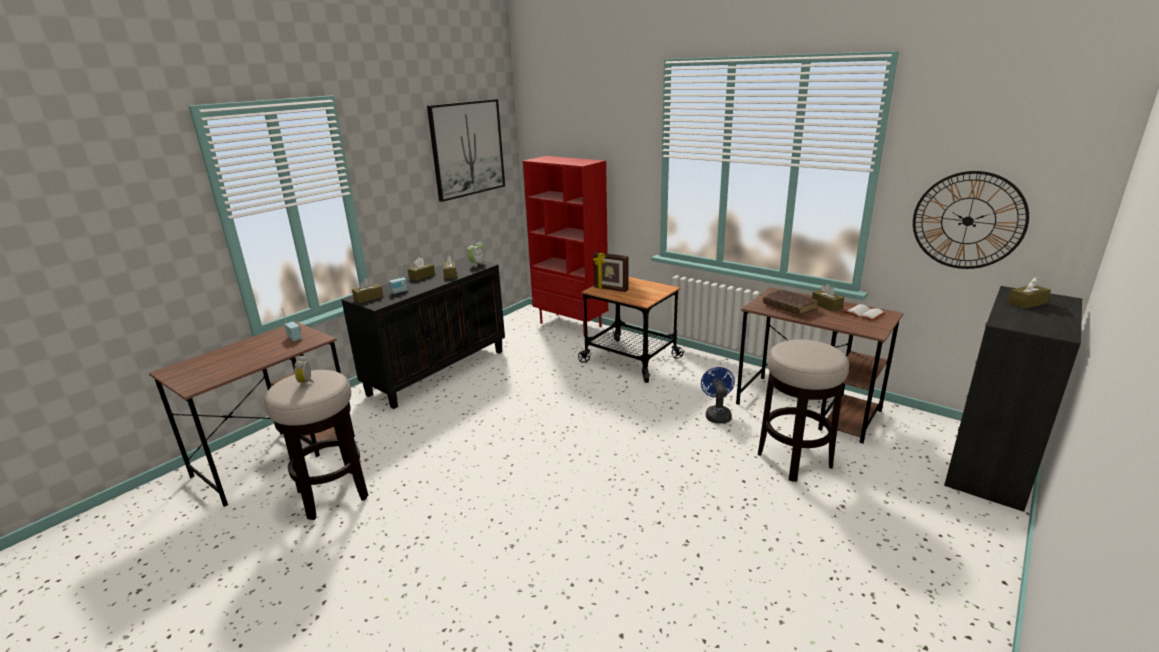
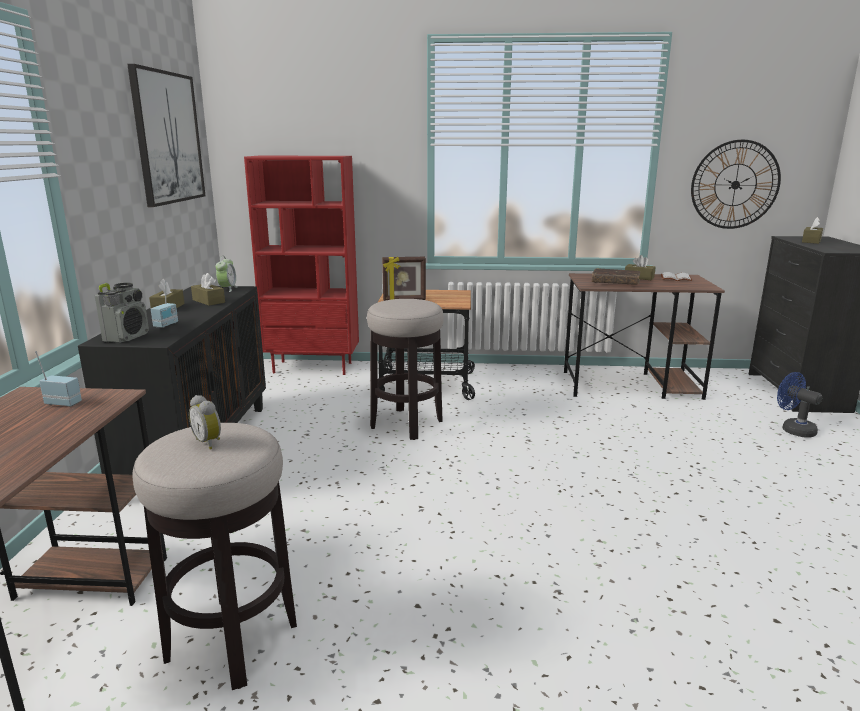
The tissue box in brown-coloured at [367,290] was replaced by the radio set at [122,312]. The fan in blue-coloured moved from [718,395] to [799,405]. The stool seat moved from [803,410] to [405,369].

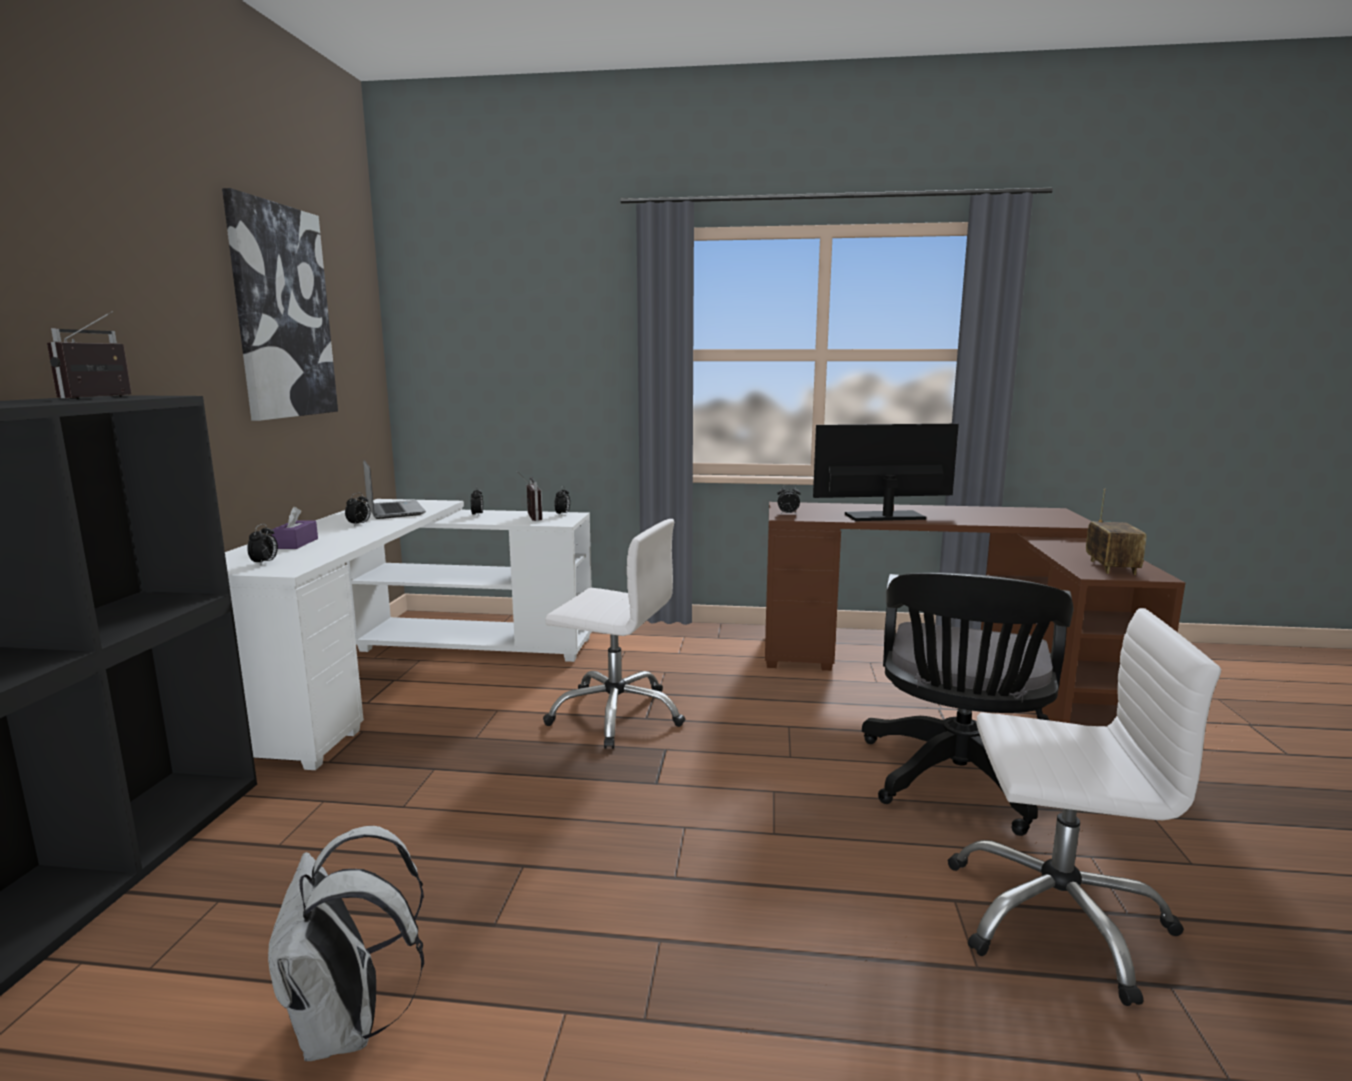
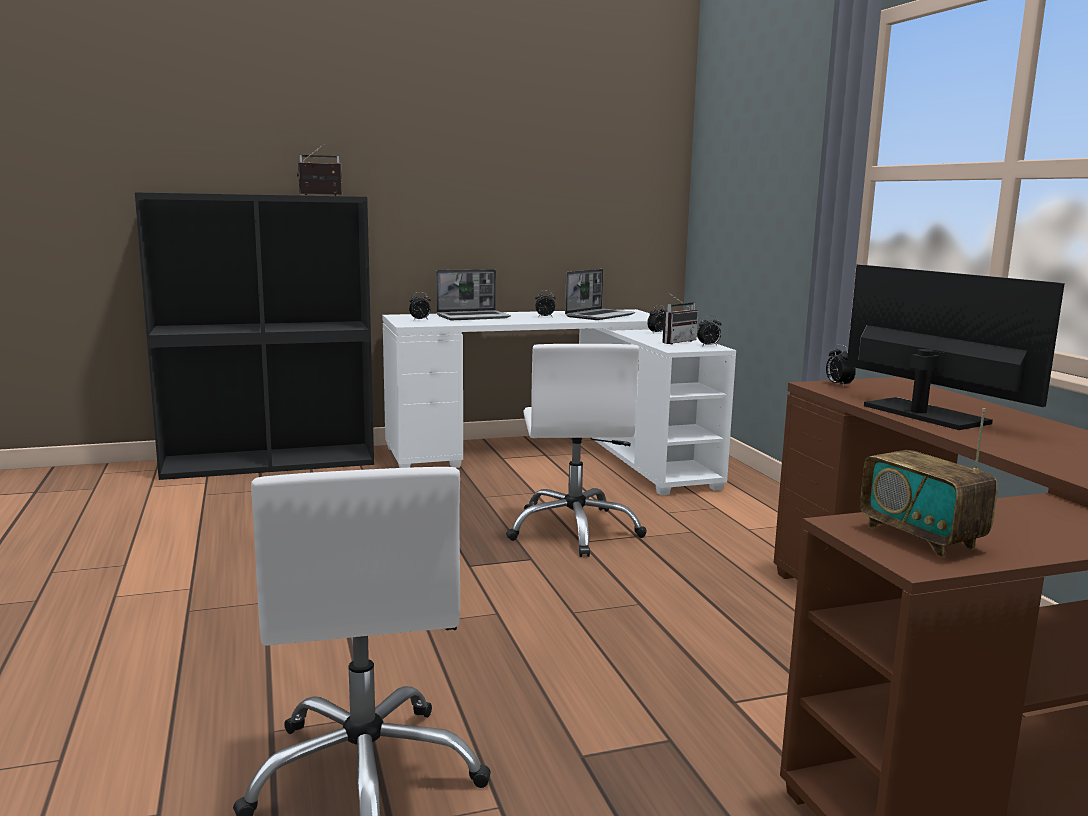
The wall picture at [280,304] disappeared. The knapsack in white at [346,943] disappeared. The tissue box in purple at [295,528] was replaced by the portable computer at [473,294]. The computer chair in black at [968,704] disappeared. The radio set at [1116,531] turned 75 degrees clockwise.

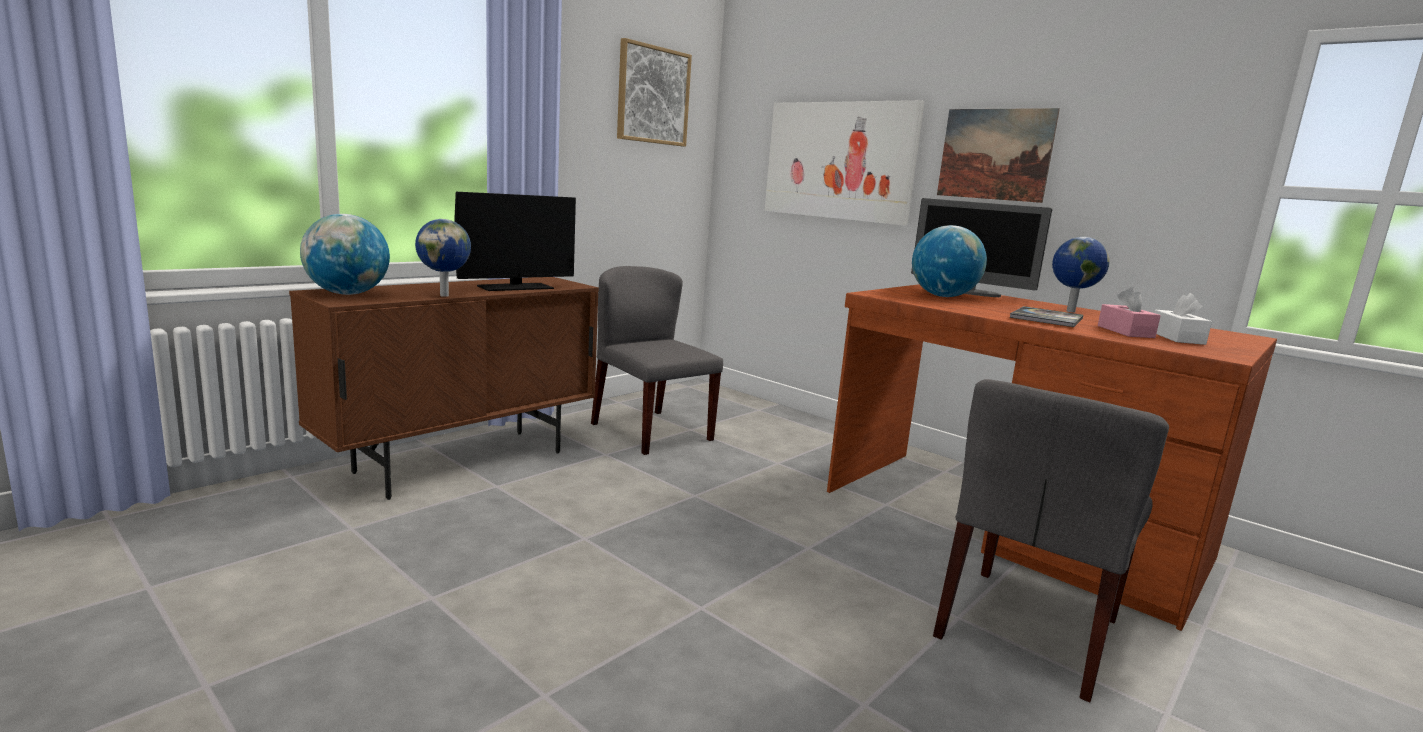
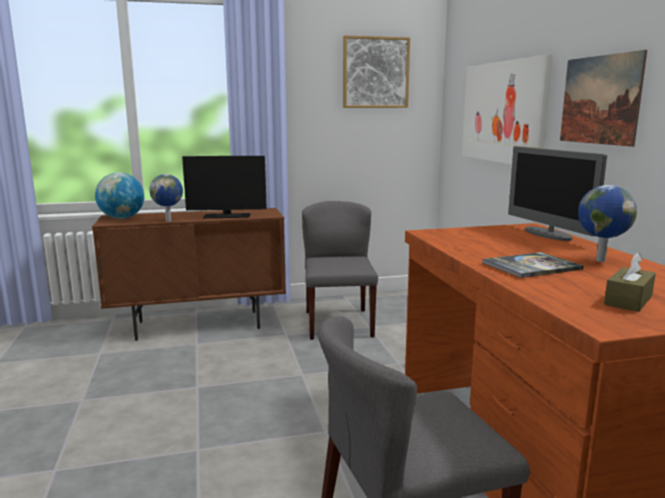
The world globe at [949,261] disappeared. The tissue box in pink at [1129,312] disappeared. The tissue box in white at [1183,319] became the tissue box in brown-coloured at [630,282].

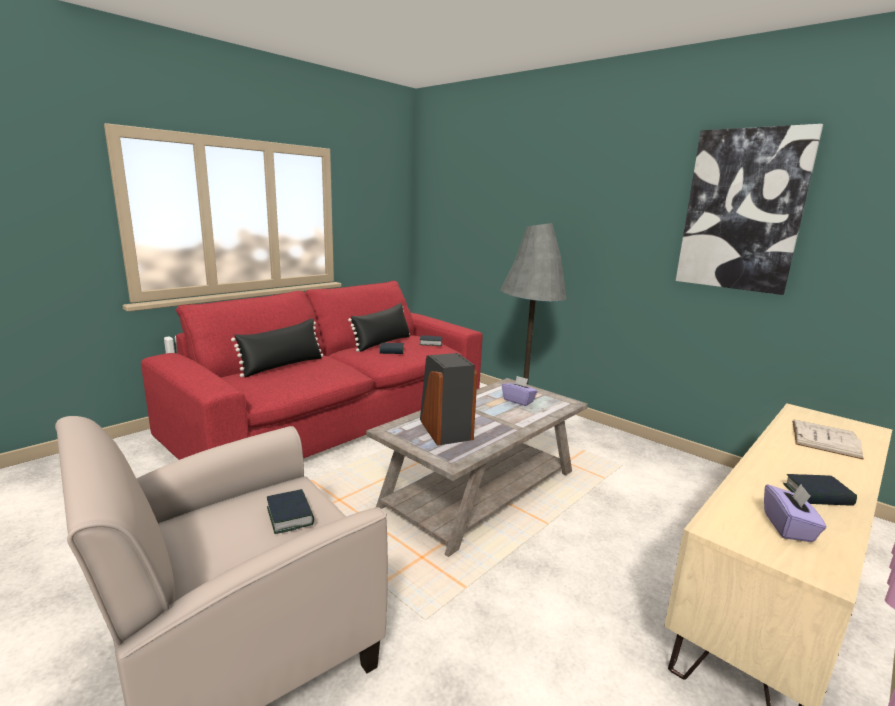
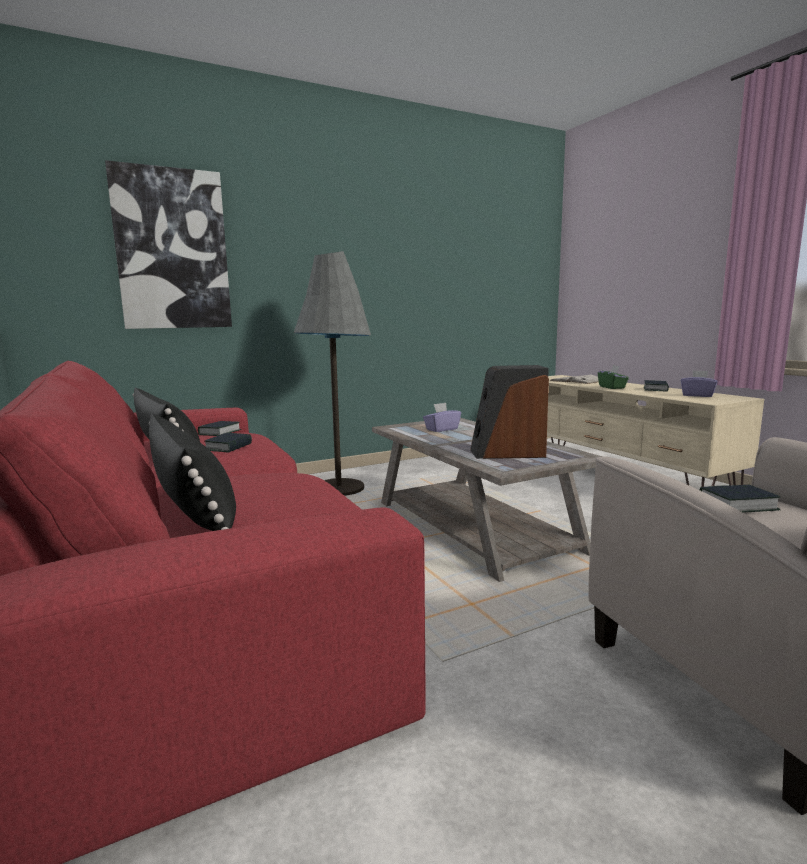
The wall picture moved from [749,209] to [168,244]. The tissue box in green-coloured at [613,377] appeared.

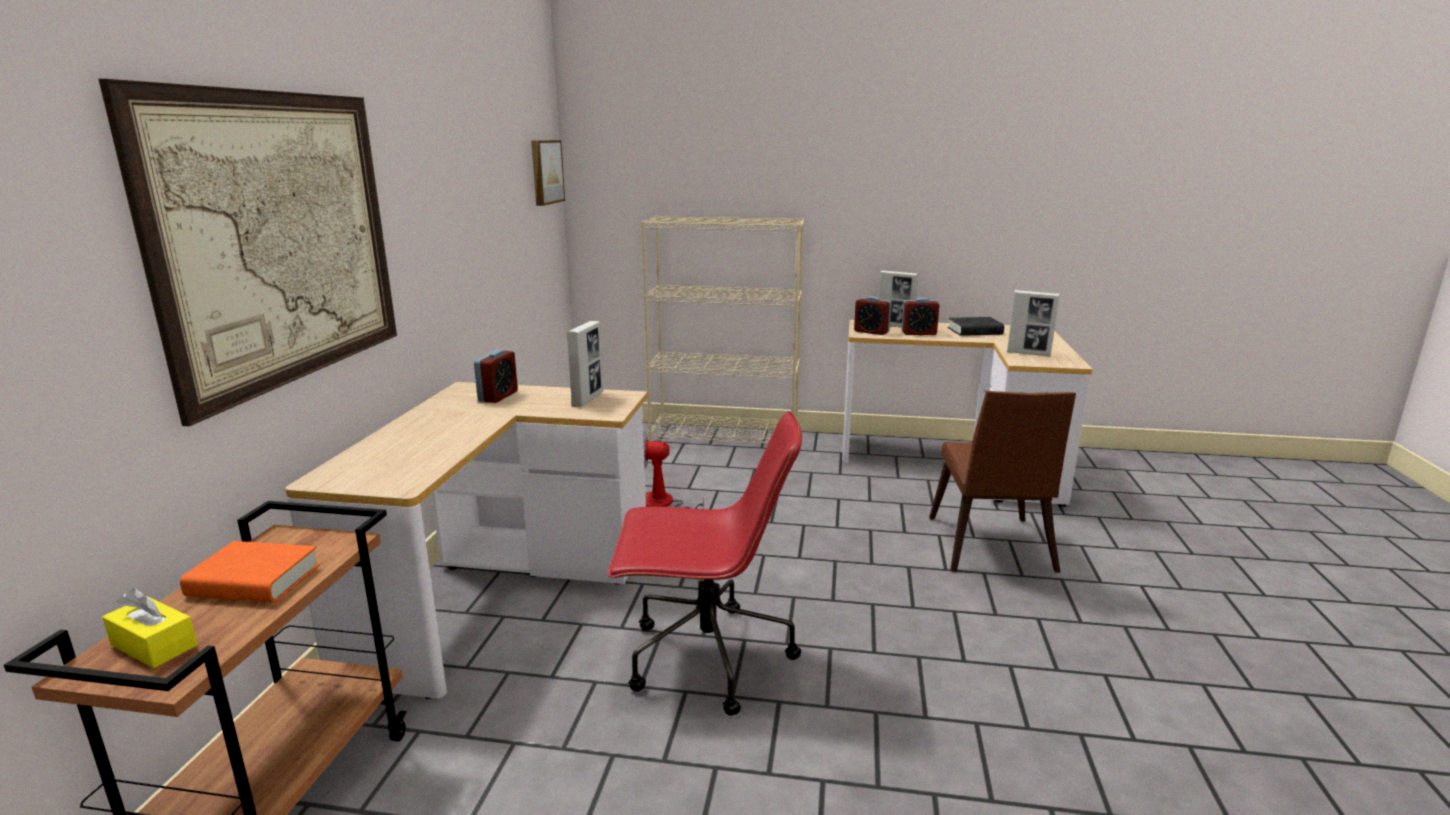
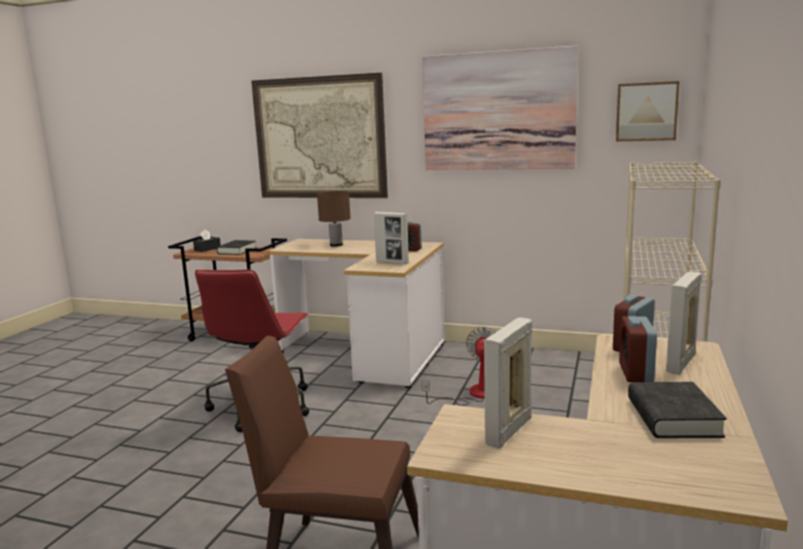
The tissue box in yellowish at [150,628] became the tissue box in black at [207,240]. The book in orange-coloured at [250,572] became the book in black at [236,247]. The lamp for a table in brown-coloured at [334,219] appeared. The wall picture at [500,107] appeared.

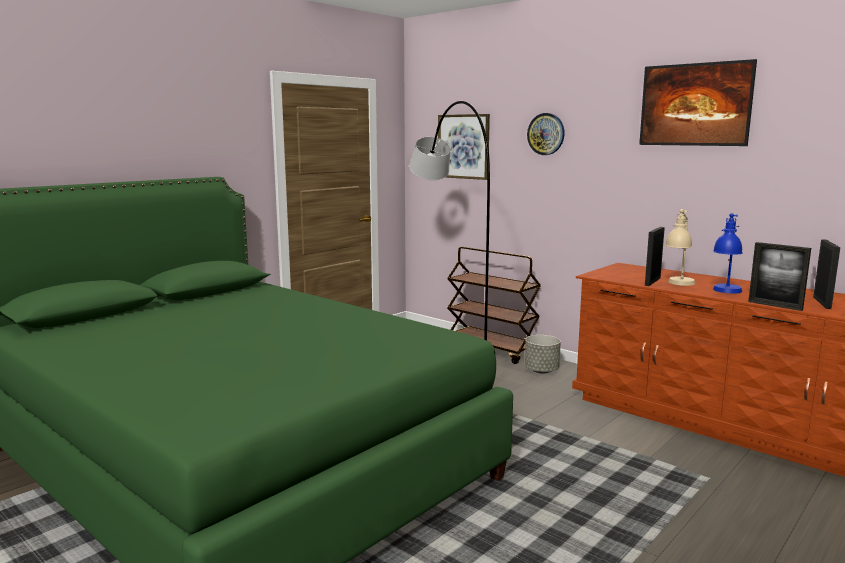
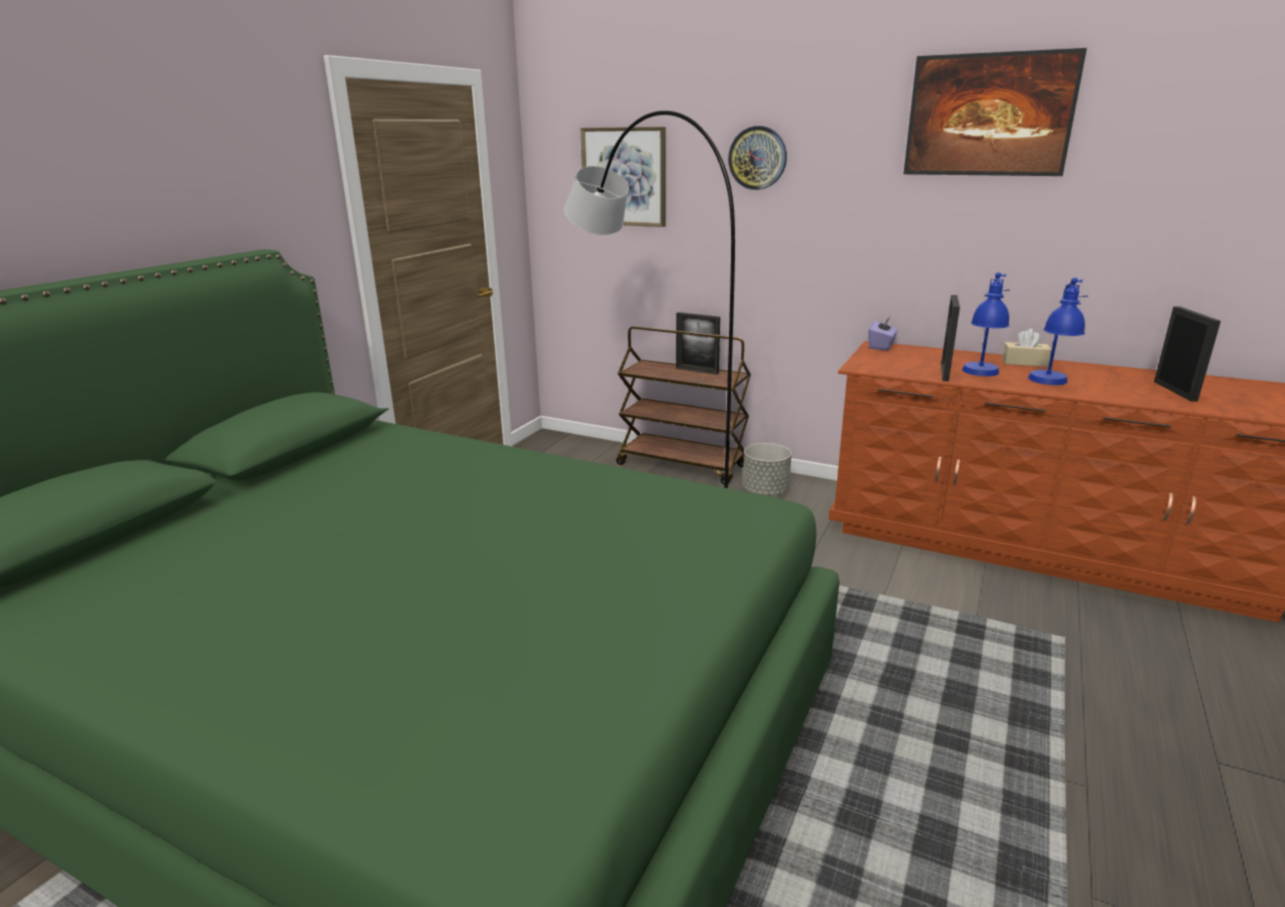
The lamp for a table in beige-coloured at [680,247] became the lamp for a table in blue-coloured at [986,324]. The picture frame moved from [779,276] to [698,343]. The tissue box in purple at [883,333] appeared. The tissue box in beige-coloured at [1027,348] appeared.

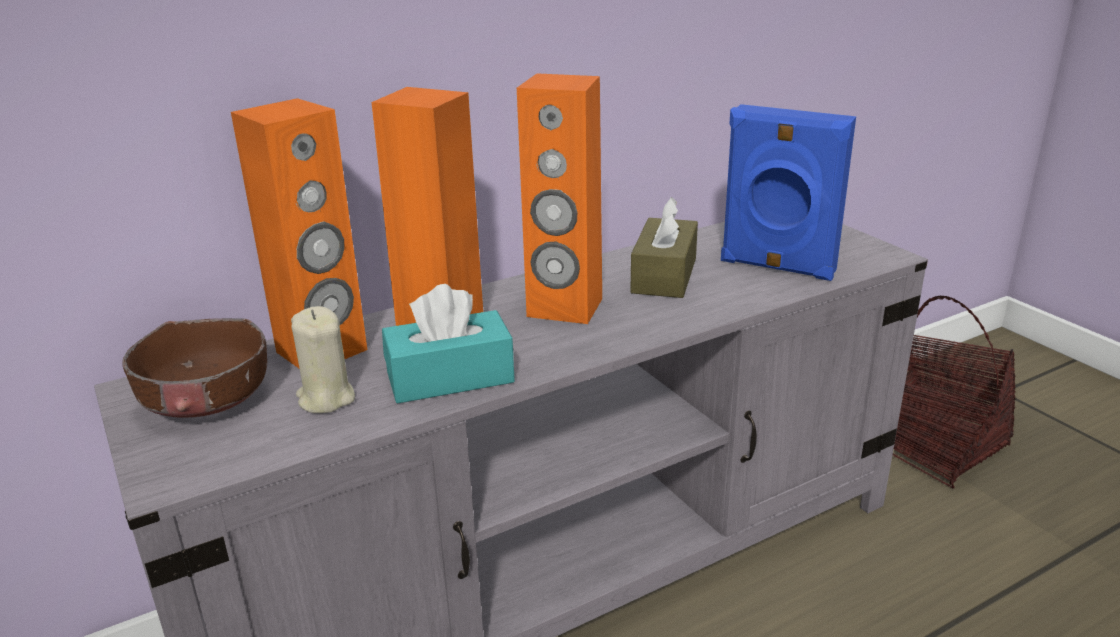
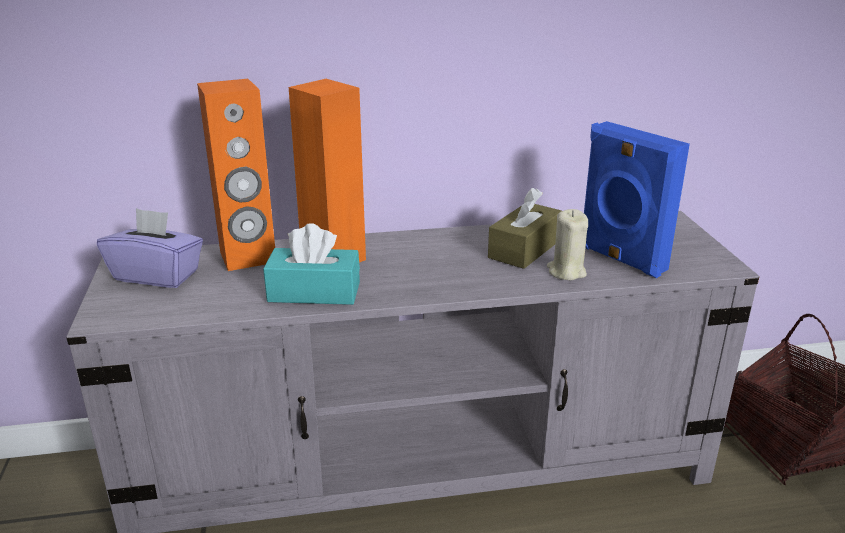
The bowl in brown-coloured at [194,368] was replaced by the tissue box in purple at [150,248]. The wax candle in beige-coloured moved from [323,359] to [567,244]. The loudspeaker in orange-coloured at [559,198] disappeared.

